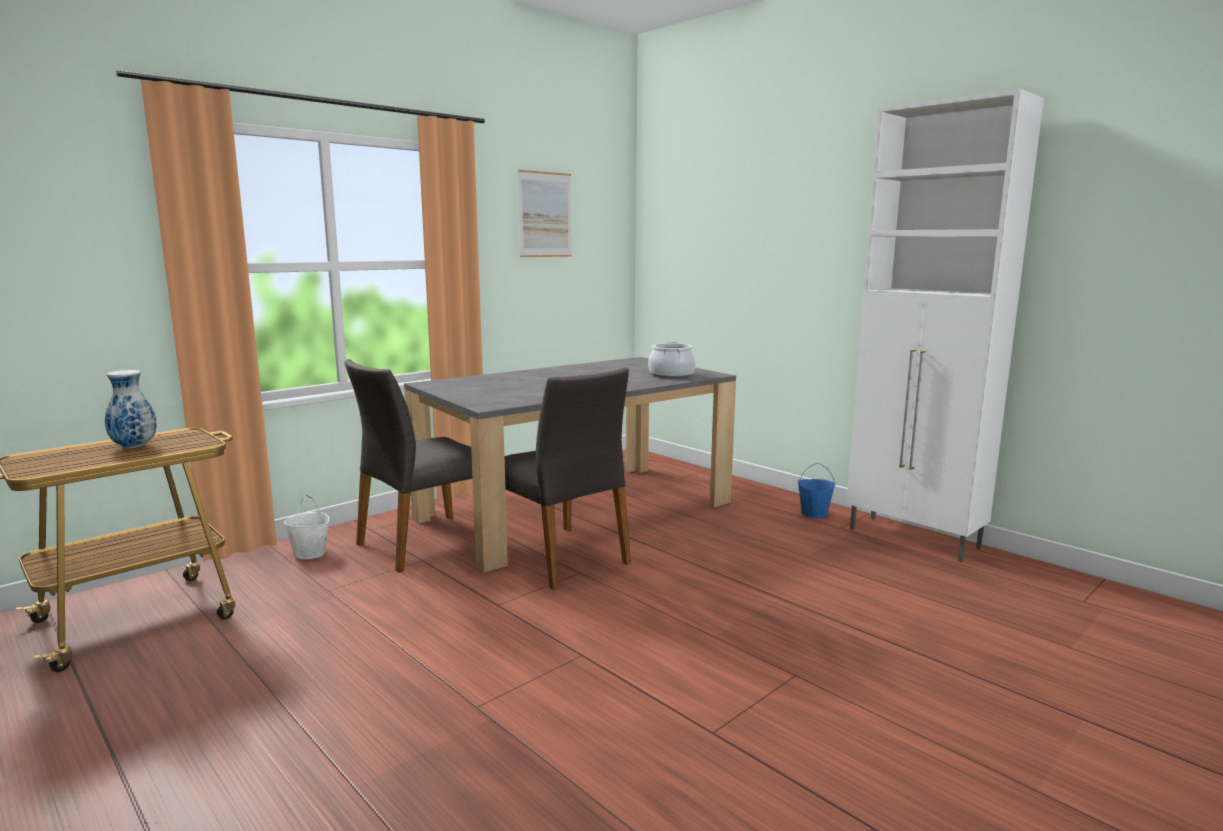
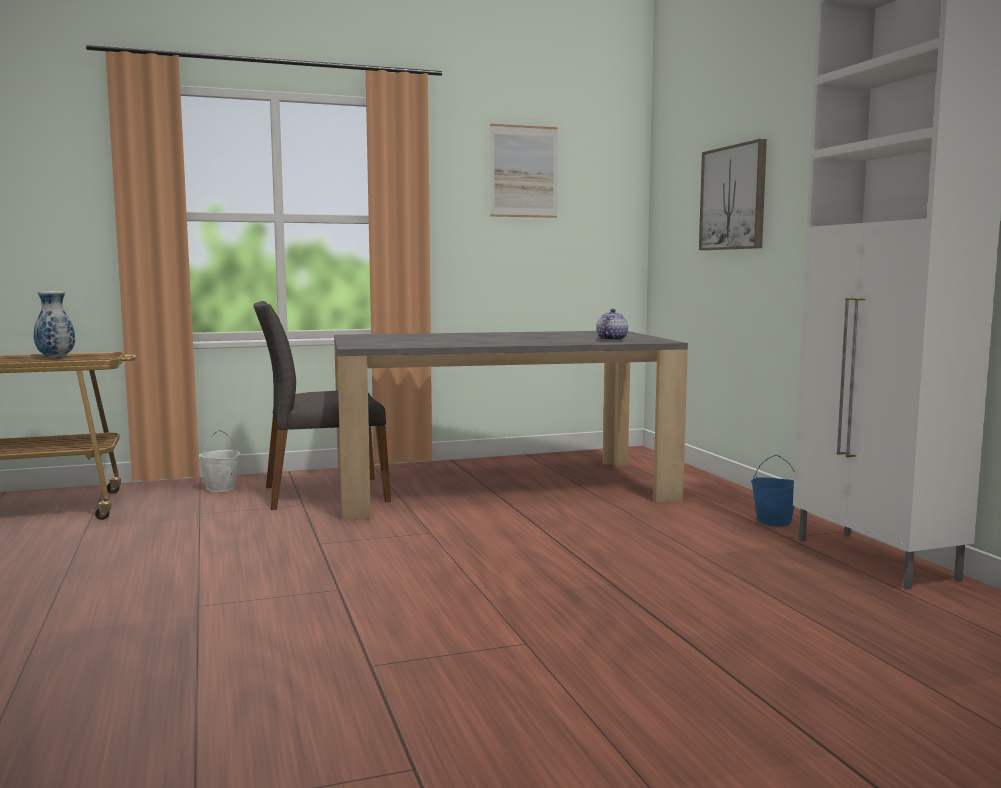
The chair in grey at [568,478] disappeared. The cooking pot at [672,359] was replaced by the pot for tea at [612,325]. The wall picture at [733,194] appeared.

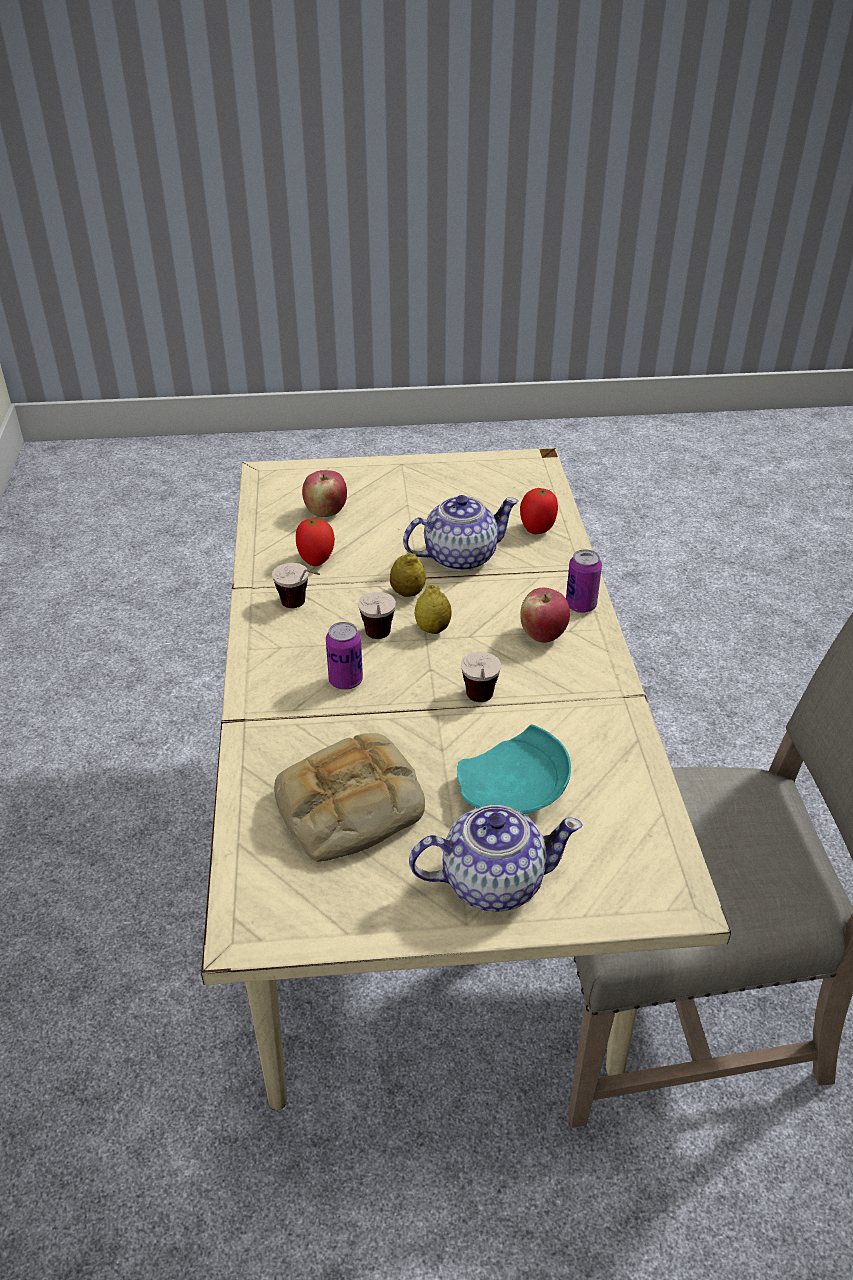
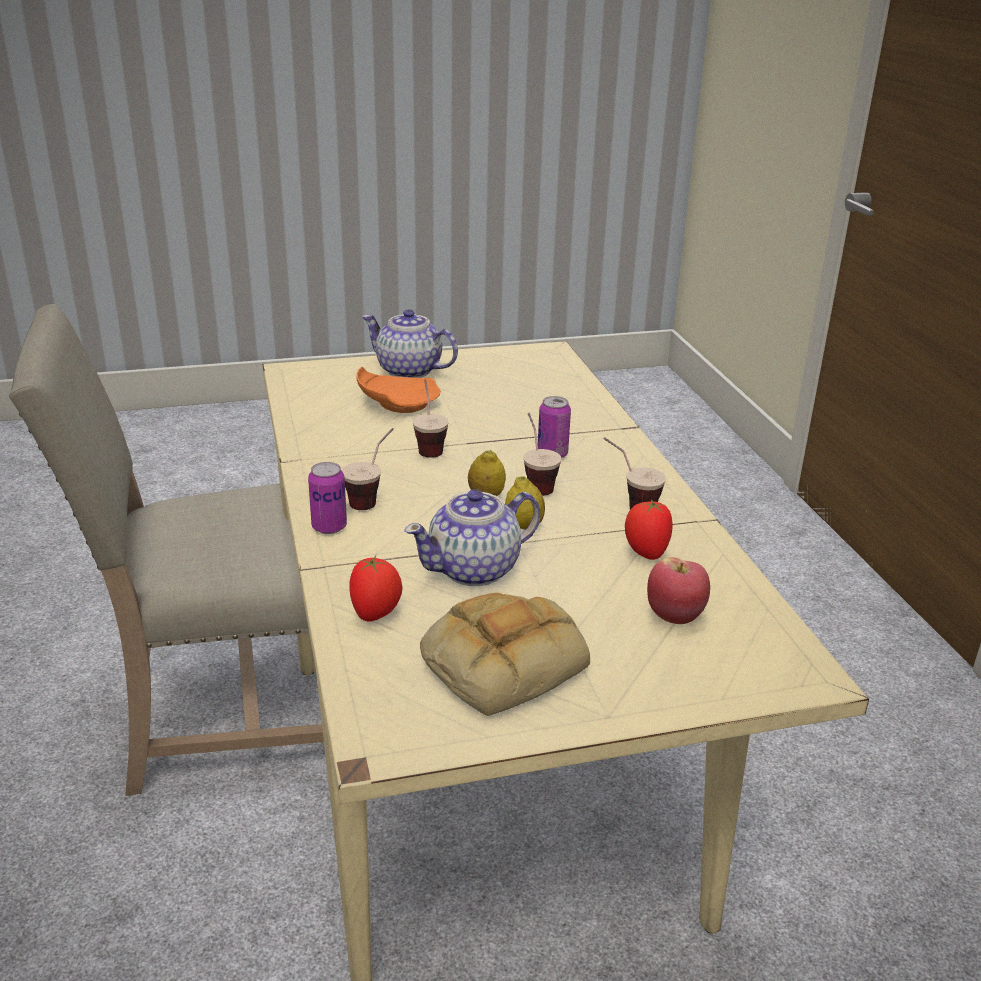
The bakery bread moved from [349,797] to [505,654]. The pot for tea at [495,858] turned 45 degrees clockwise. The plate in turquoise at [514,769] became the plate in orange-coloured at [398,390]. The apple at [545,615] was replaced by the drinking cup at [368,469].

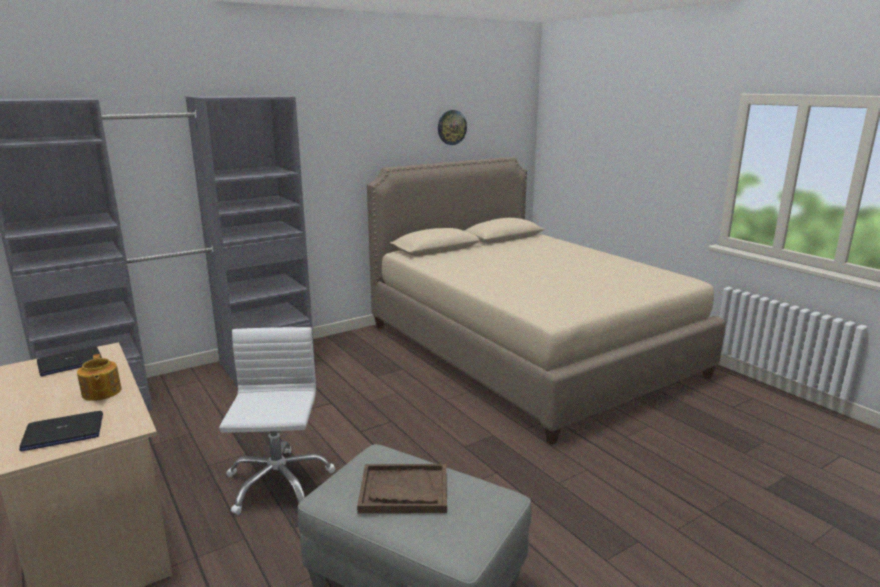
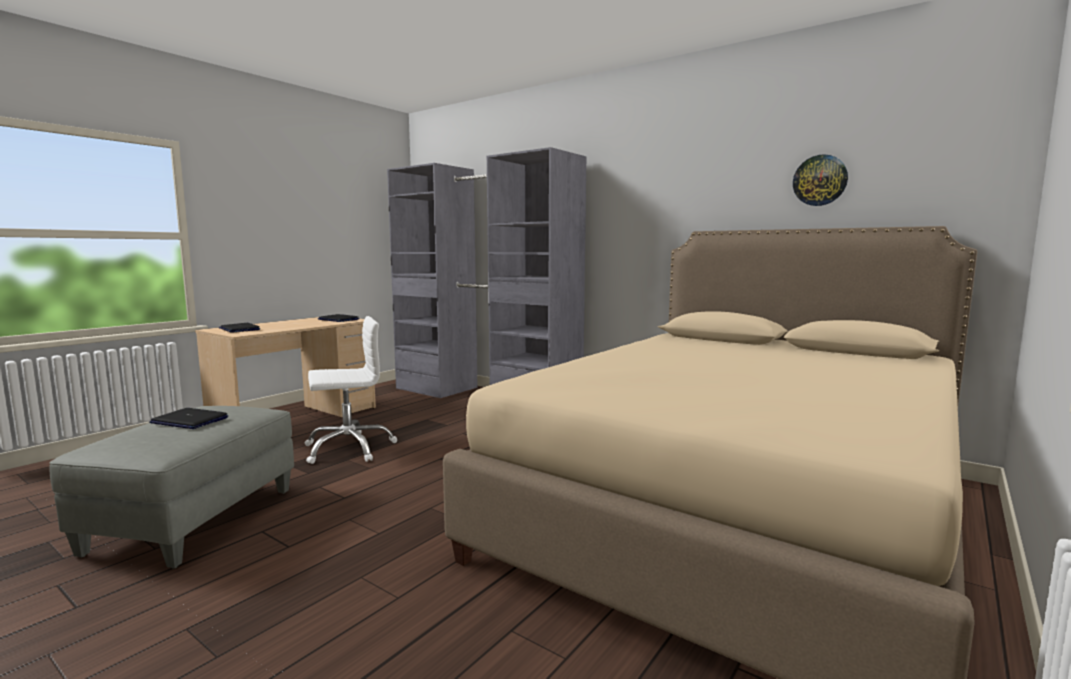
The pot for tea at [99,377] disappeared. The serving tray in brown-coloured at [402,489] was replaced by the portable computer at [188,418].

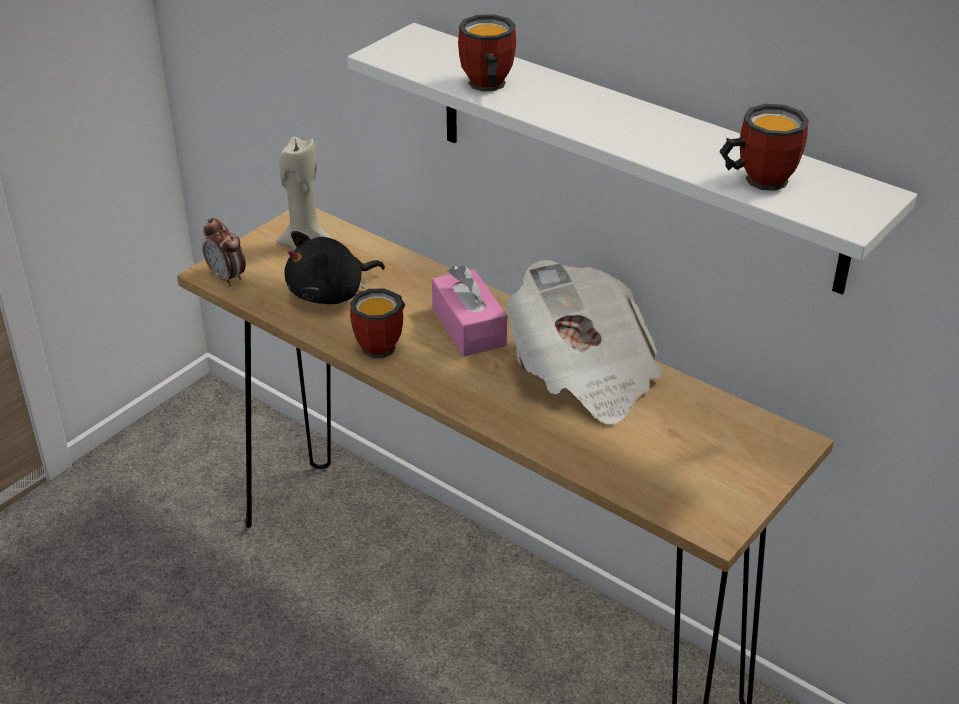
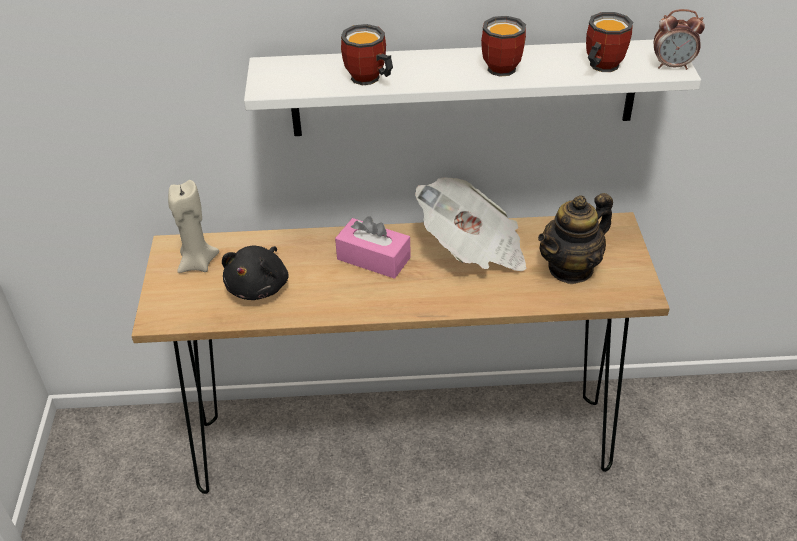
The bedside clock moved from [224,252] to [679,39]. The coffee mug moved from [377,323] to [503,46]. The pot for tea at [575,238] appeared.

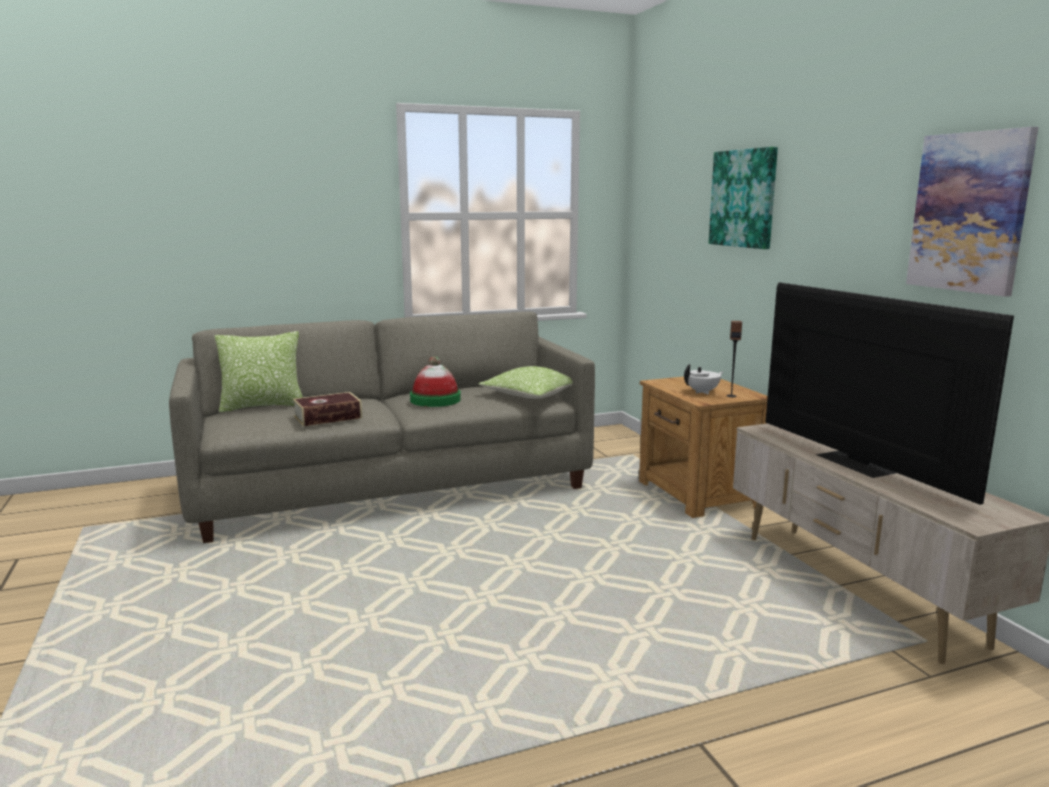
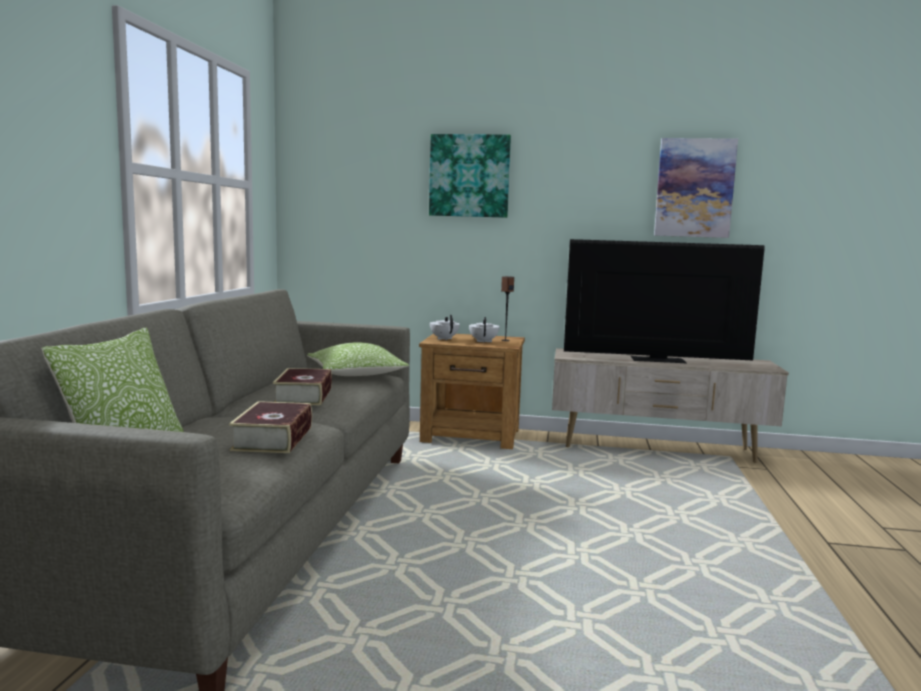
The hat at [435,381] was replaced by the book at [302,386]. The pot for tea in white at [445,327] appeared.

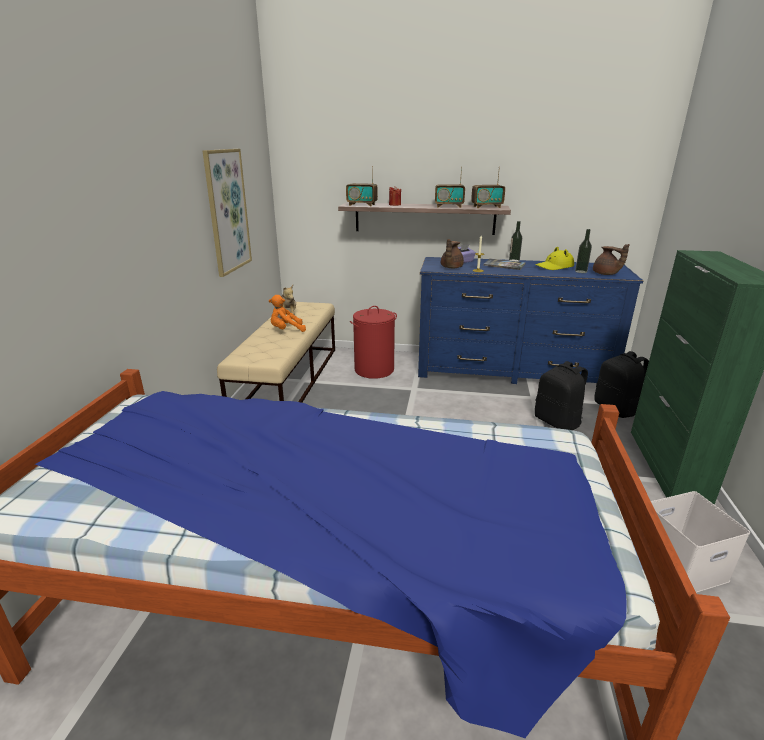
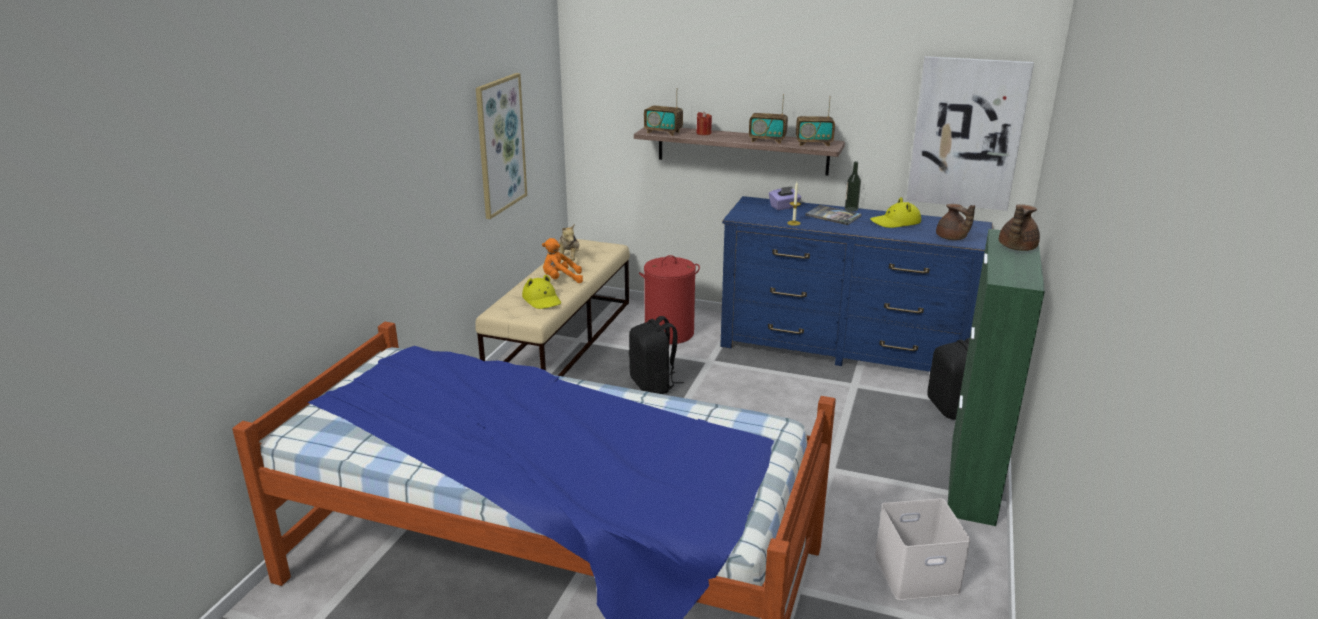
The pot for tea in brown-coloured moved from [452,253] to [1019,227]. The knapsack in black moved from [561,395] to [656,355]. The beverage bottle at [583,251] disappeared. The hat in yellowish at [541,292] appeared. The wall picture at [970,133] appeared.

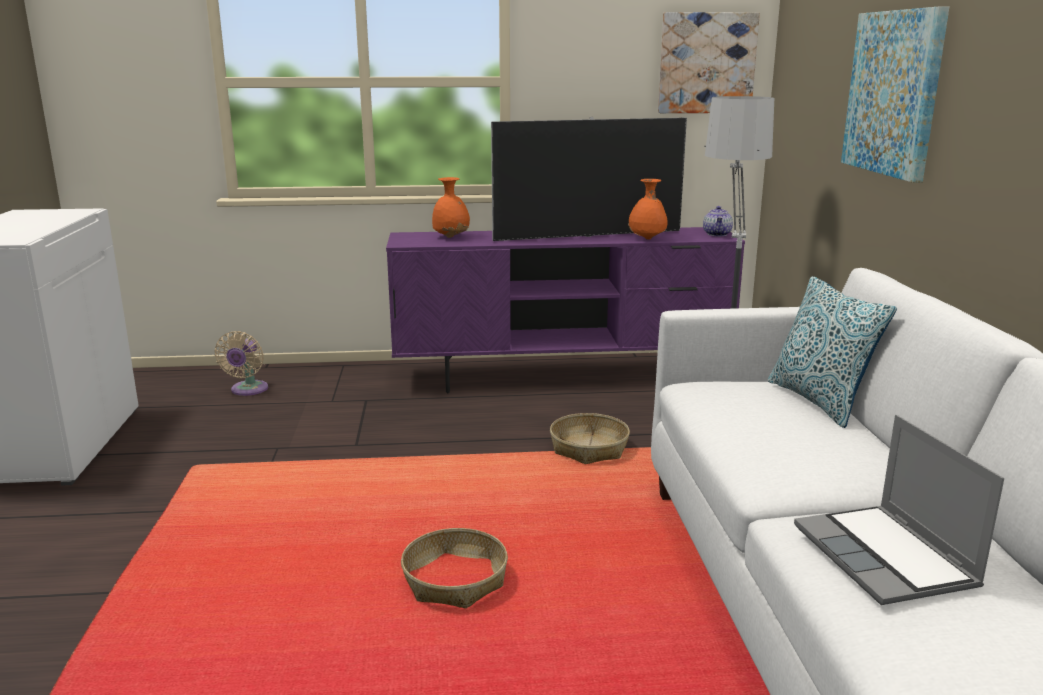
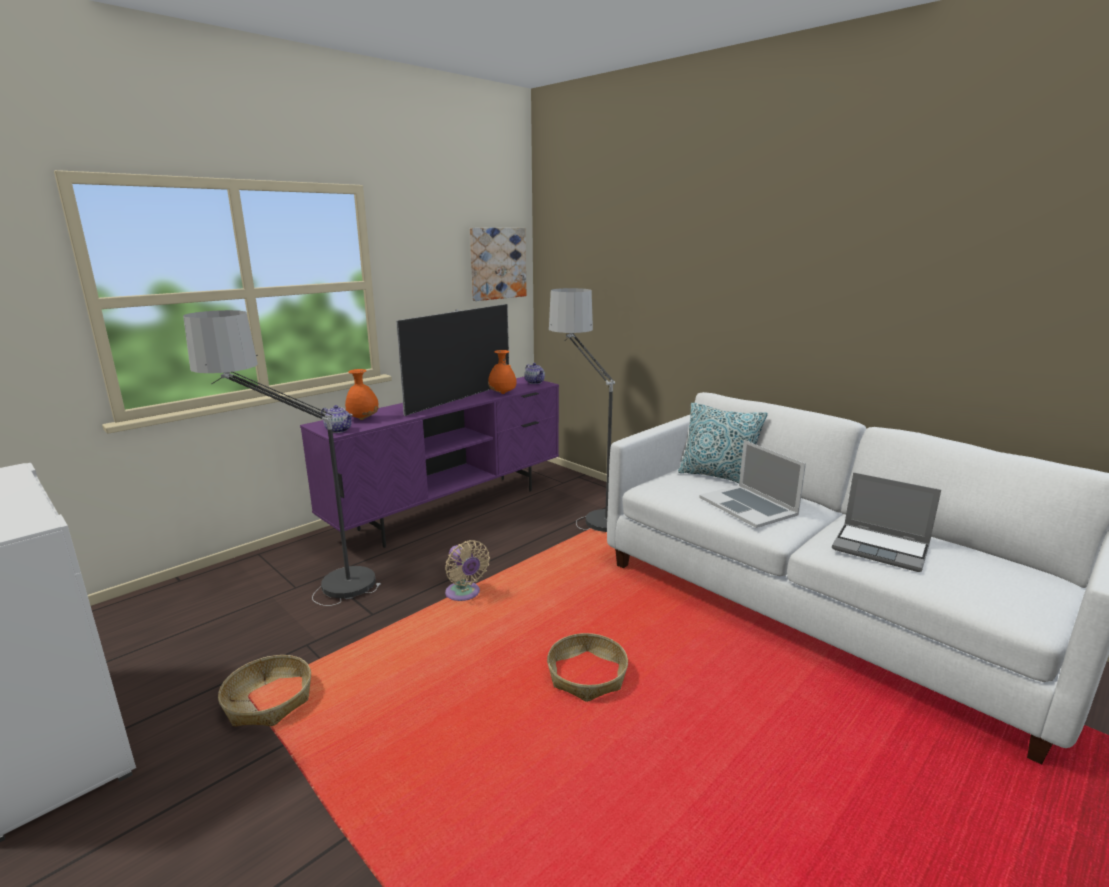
The fan in beige-coloured moved from [241,363] to [467,570]. The basket moved from [590,438] to [264,691]. The wall picture at [895,94] disappeared. The standing lamp at [282,458] appeared. The pot for tea at [337,419] appeared. The portable computer at [752,484] appeared.

